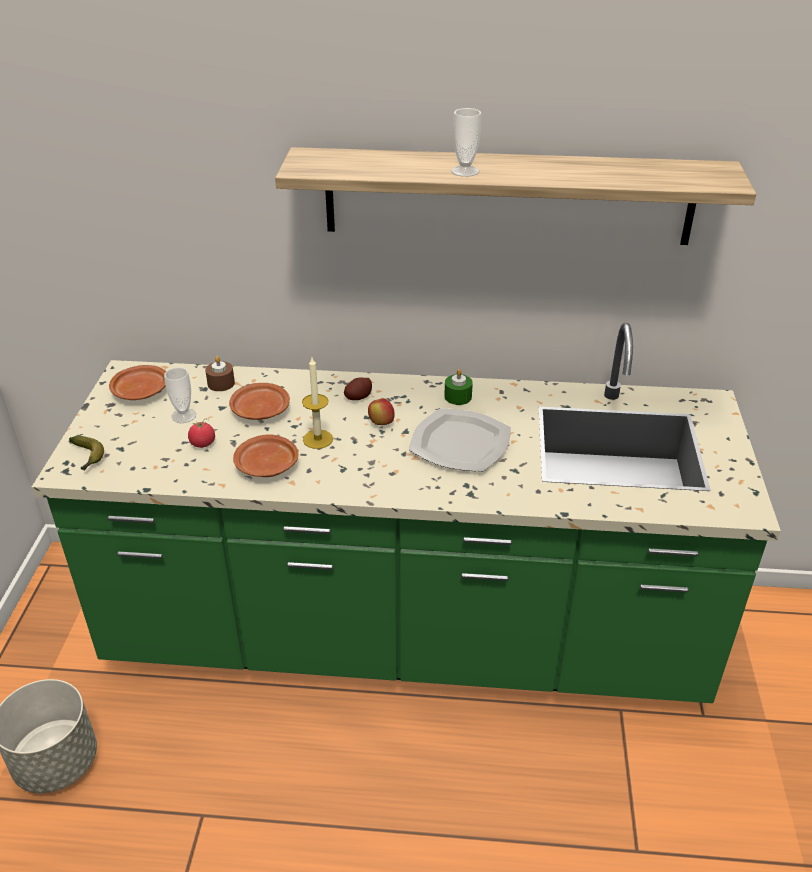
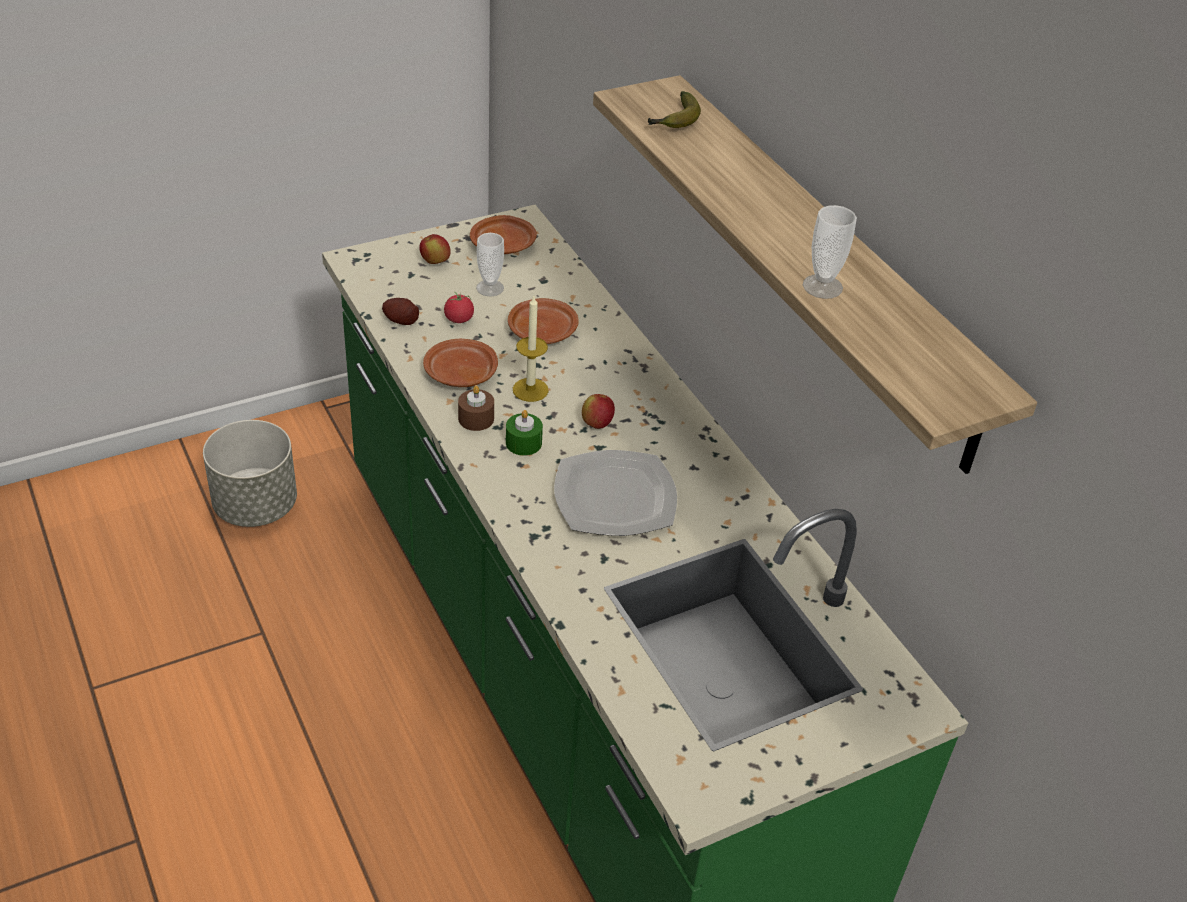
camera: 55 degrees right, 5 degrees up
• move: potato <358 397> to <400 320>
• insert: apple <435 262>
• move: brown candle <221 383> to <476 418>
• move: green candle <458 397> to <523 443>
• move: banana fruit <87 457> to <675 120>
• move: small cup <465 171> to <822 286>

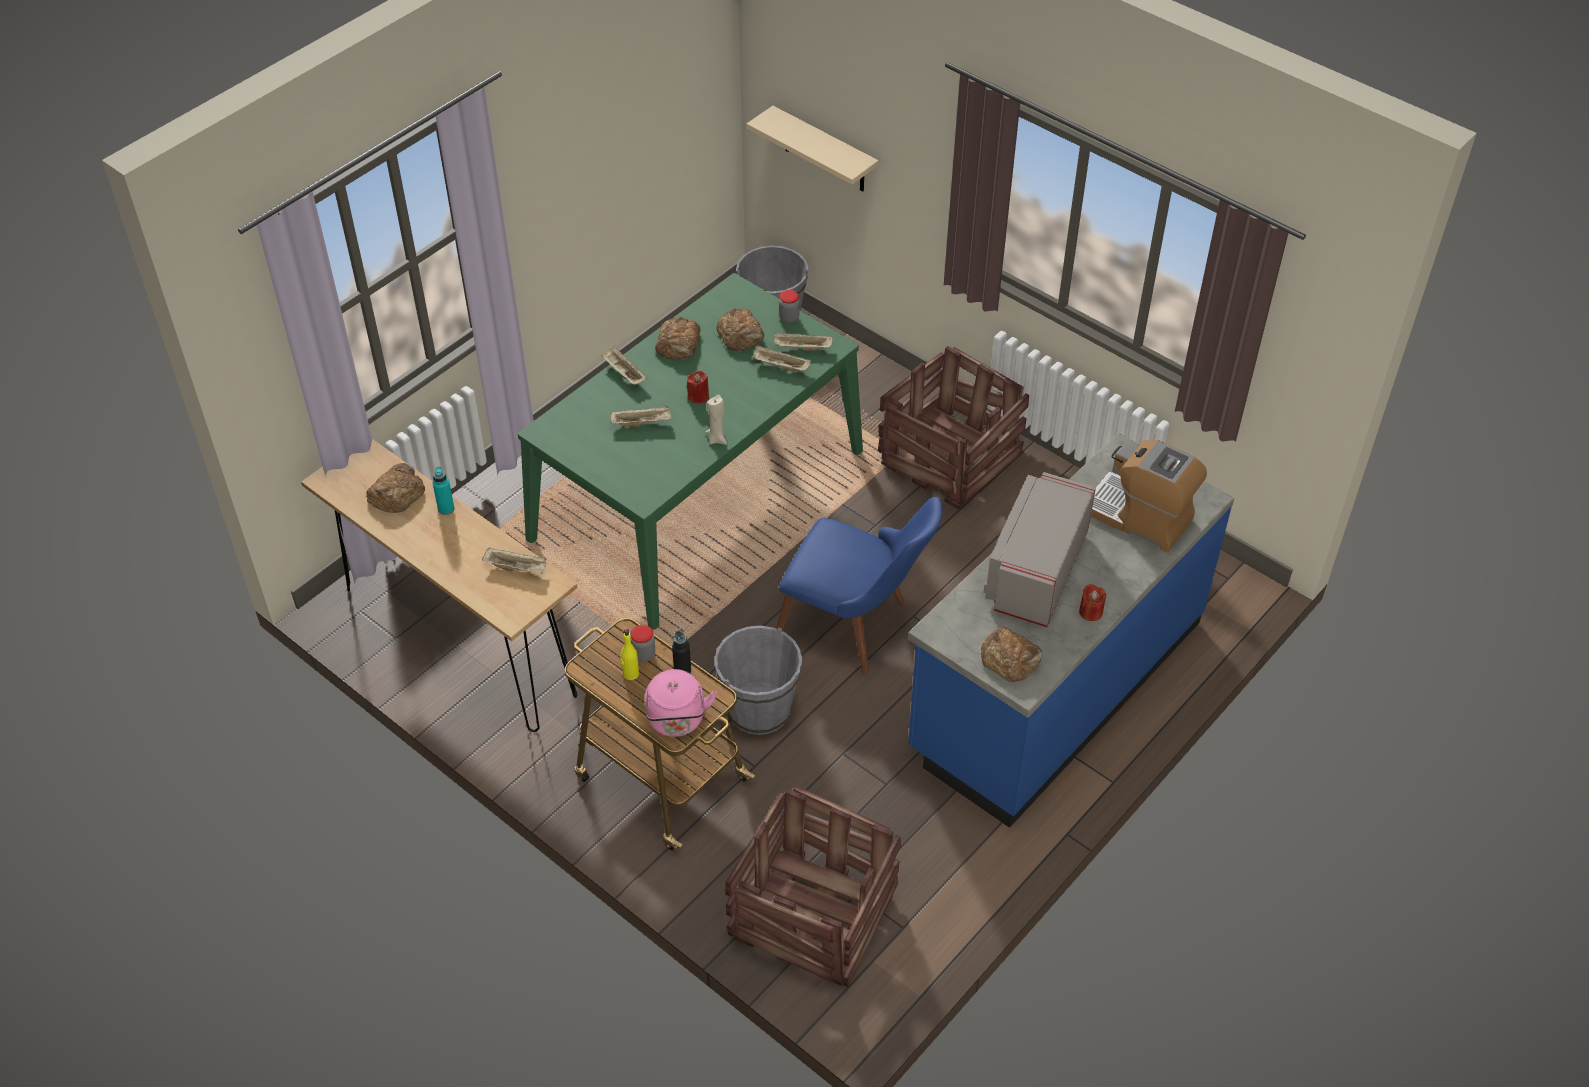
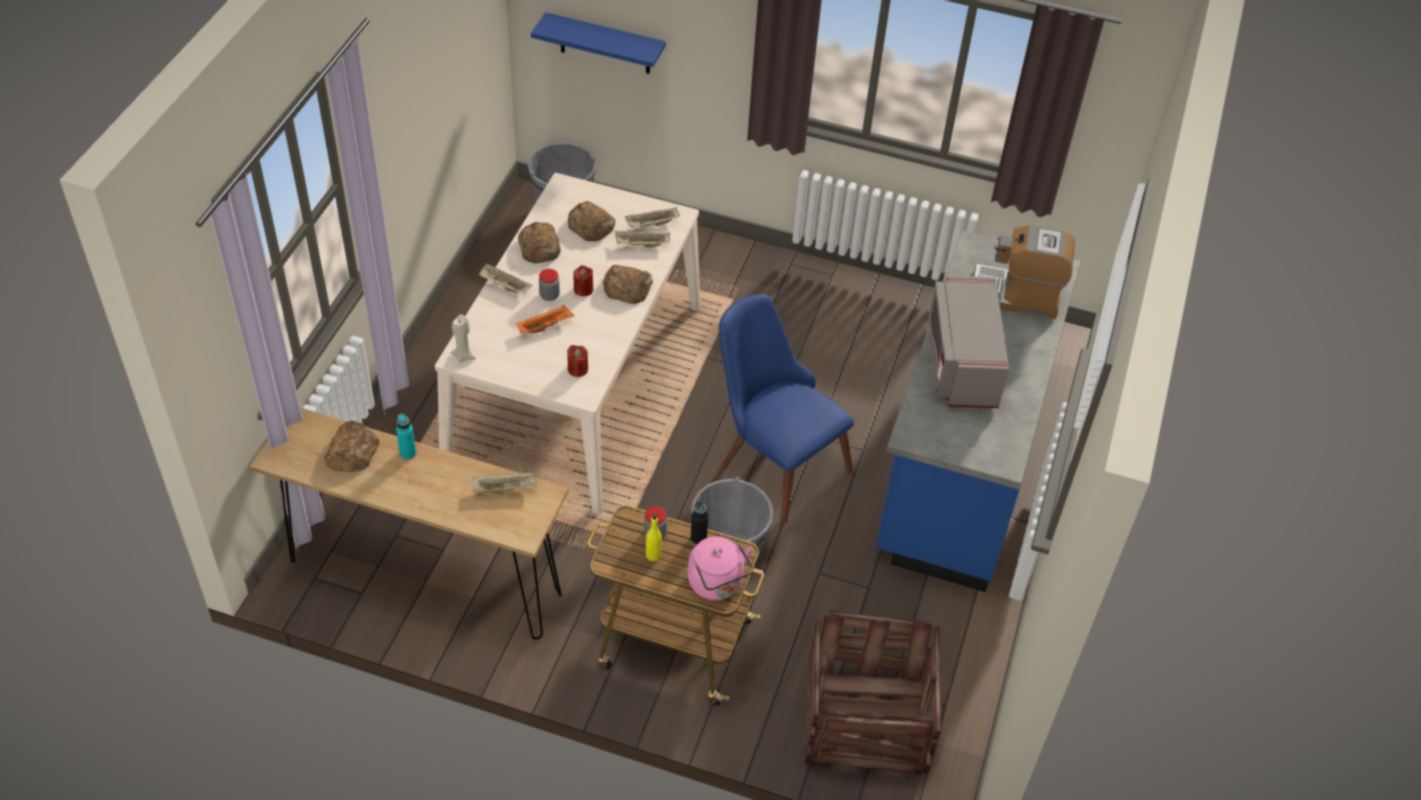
camera: 25 degrees left, 0 degrees up
• recolor: green dining table <697 494> to beige dining table <576 382>
• move: beige candle <717 438> to <464 356>
• recolor: beige carrying tray <642 423> to orangey carrying tray <545 326>
• recolor: beige bracket shelf <824 151> to blue bracket shelf <605 44>
• move: preserve jar <789 318> to <549 295>
• move: red candle <1090 612> to <577 369>
• move: bread <1010 658> to <627 287>
• rotate: blue chair <857 627> = <773 460> 135 degrees counterclockwise
• delete: packing crate <950 459>

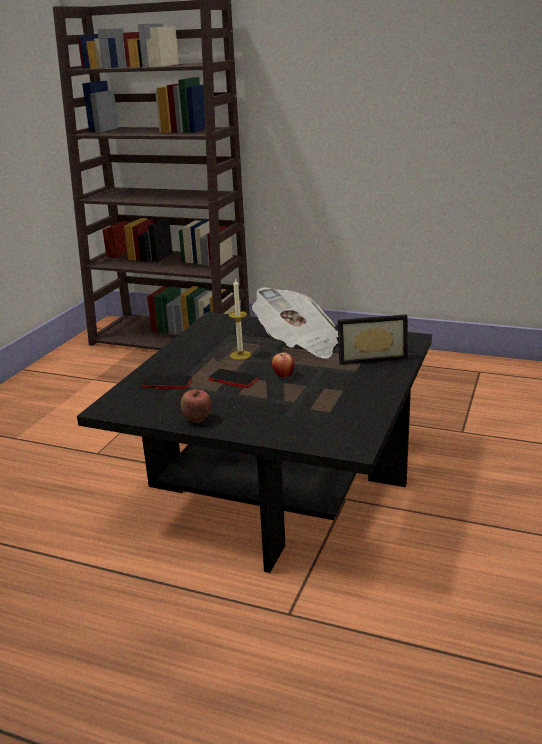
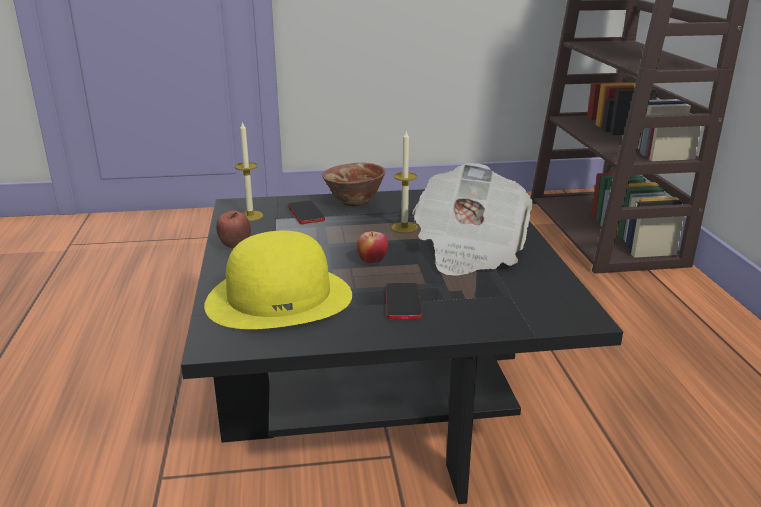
camera: 60 degrees right, 0 degrees up
• insert: yellow-coloured wearable hat <279 298>
• insert: candle <250 216>
• insert: bowl <354 202>
• move: handset <233 379> to <403 302>
• delete: standing frame <371 357>

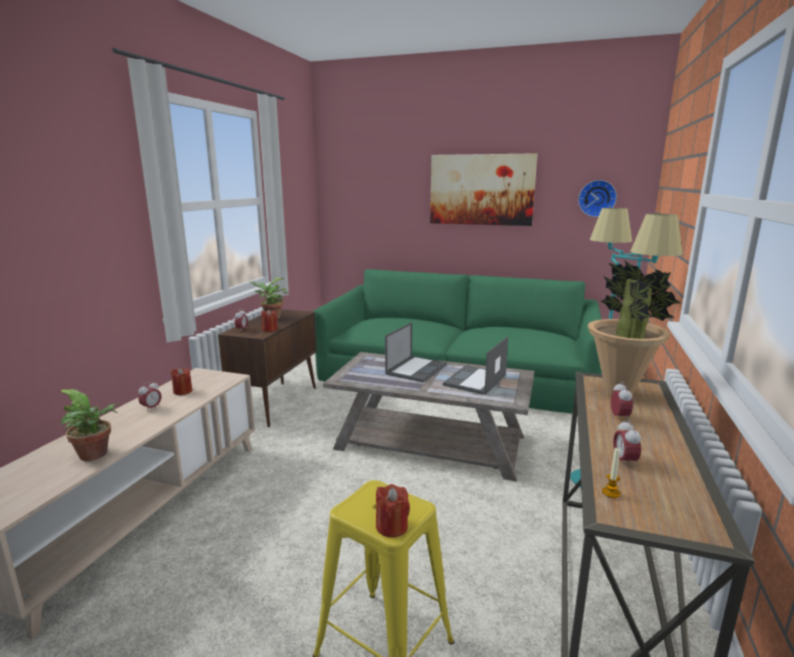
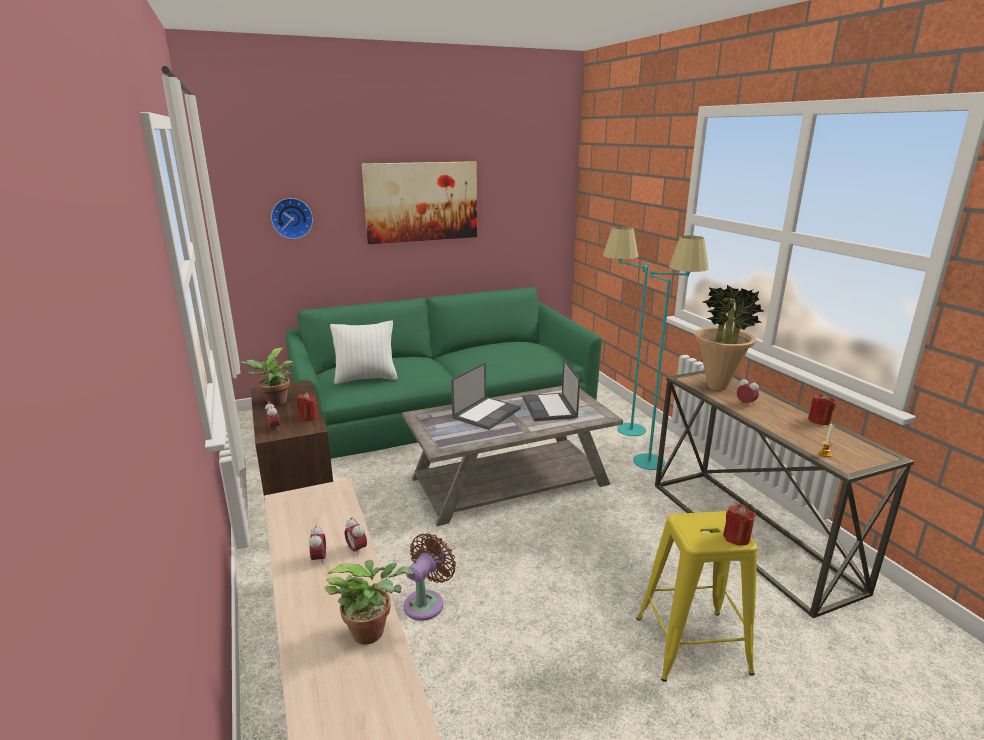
camera: 40 degrees left, 5 degrees up
• move: wall clock <597 198> to <291 218>
• insert: white throw pillow <366 378>
• move: bedside clock <624 462> to <356 550>
• insert: brown fan <426 602>
• rotate: laptop <416 369> = <487 413> 45 degrees clockwise
• move: red candle <183 391> to <819 420>

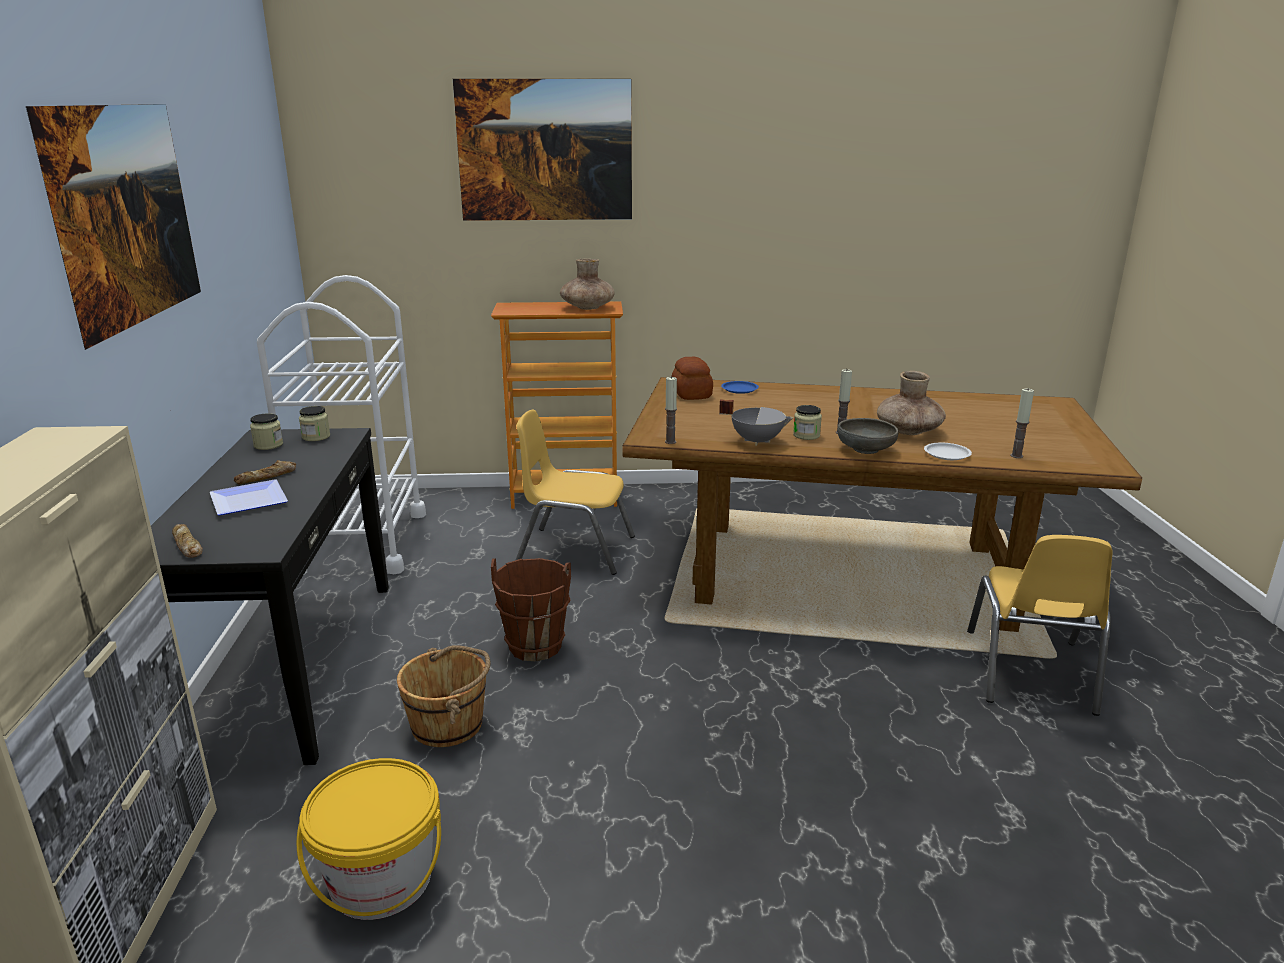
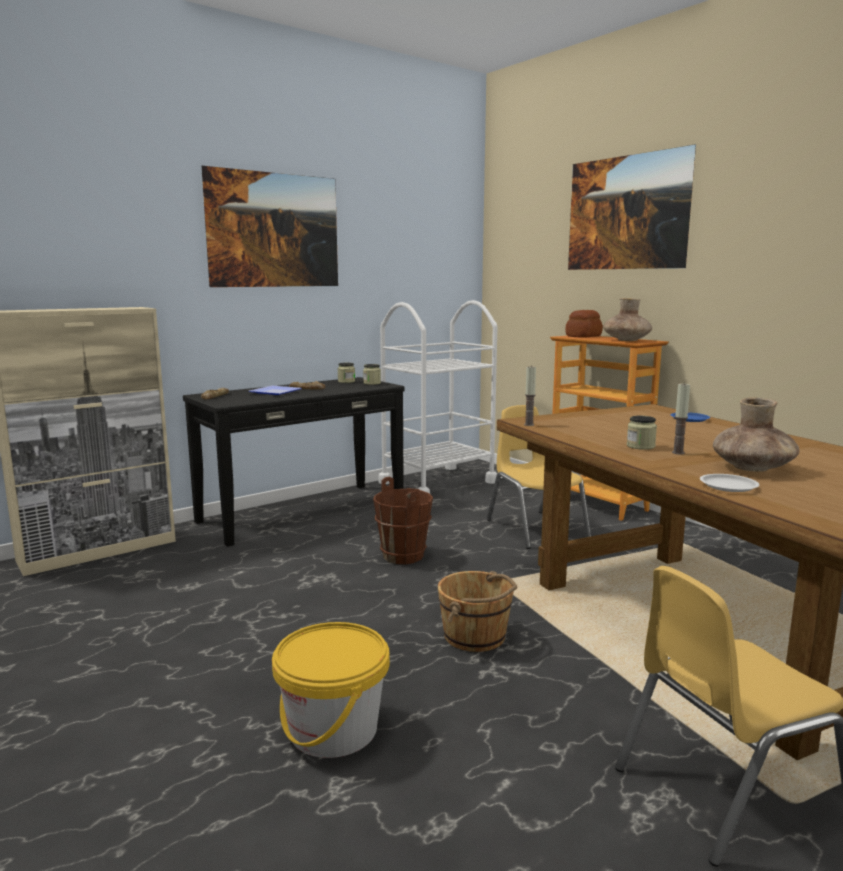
camera: 55 degrees right, 10 degrees down
• move: yellow-coloured bucket <381 880> to <333 729>
• move: brown bucket <449 724> to <476 636>
• move: bread <692 393> to <584 336>
• delete: greyish cooking pot <756 441>
• delete: greyish bowl <865 449>
• delete: candle <1016 456>

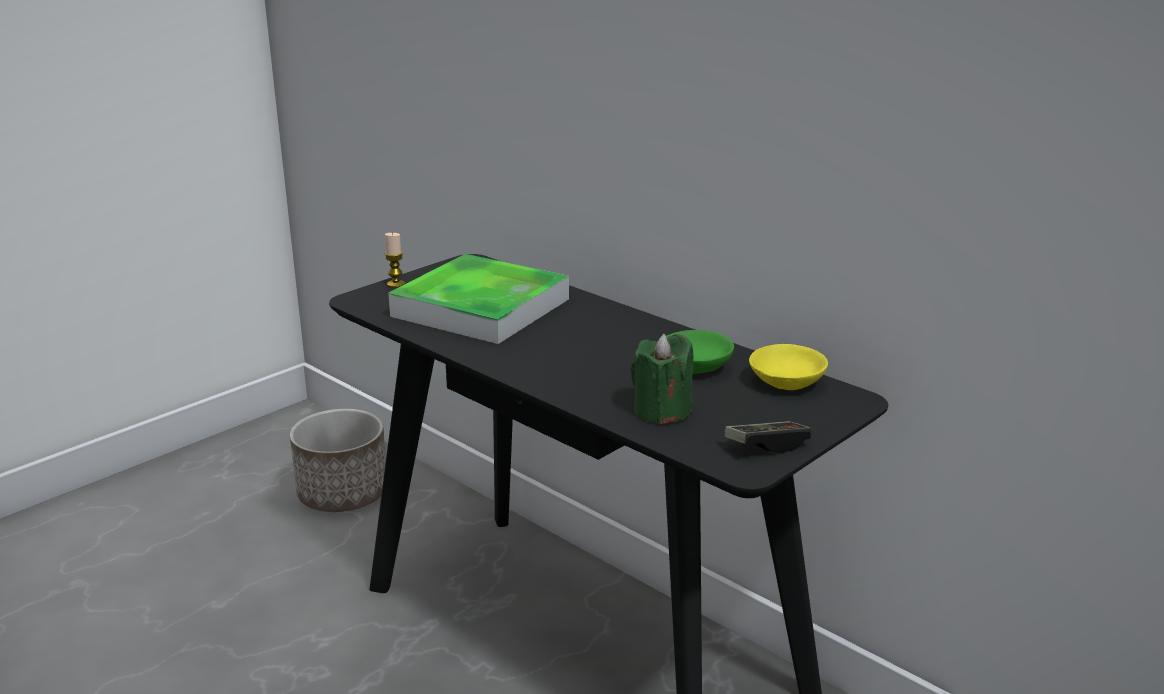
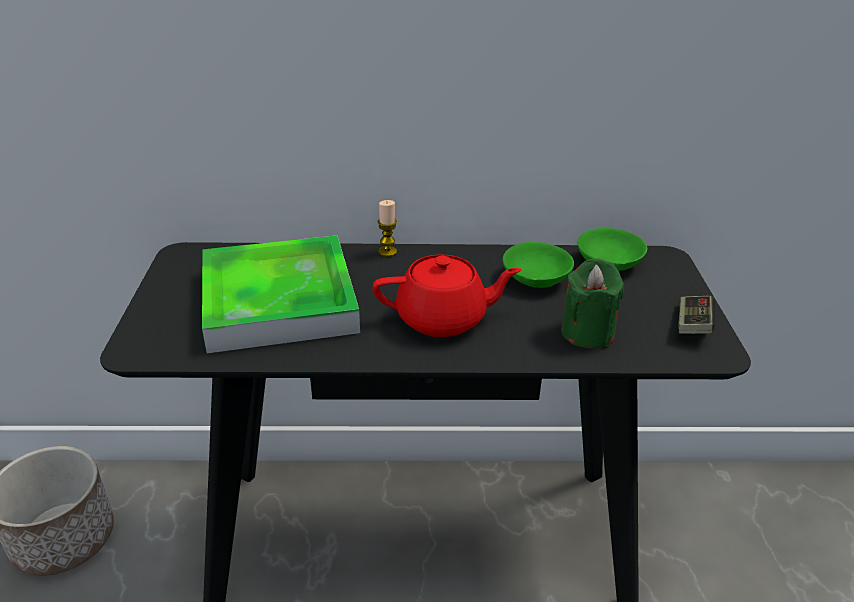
camera: 45 degrees left, 10 degrees up
• insert: red teapot <443 319>
• move: candle <396 284> to <387 252>
• recolor: yellow-coloured bowl <789 381> to green bowl <608 261>

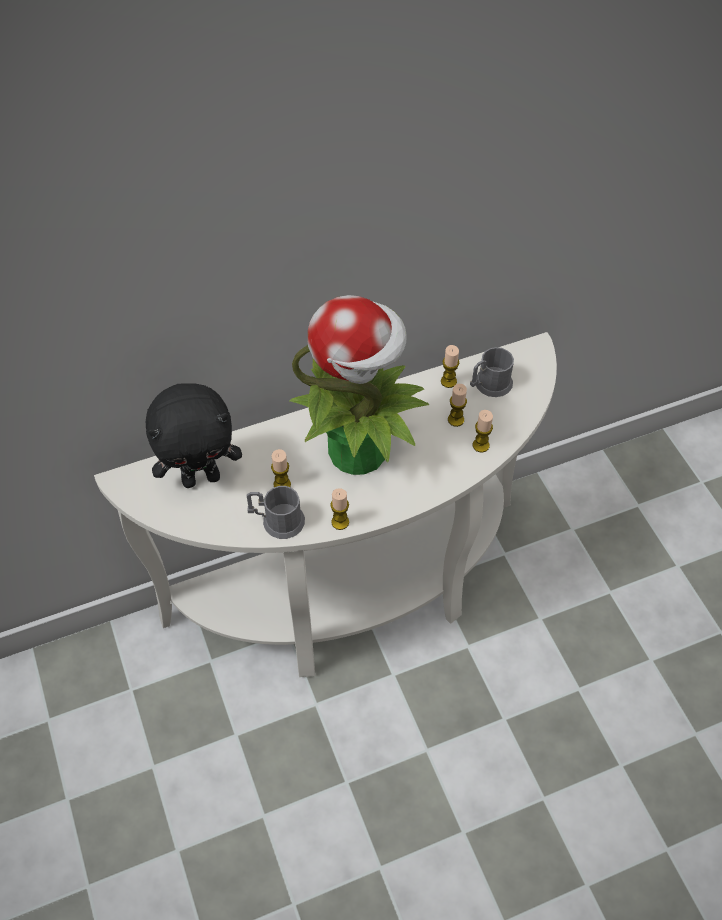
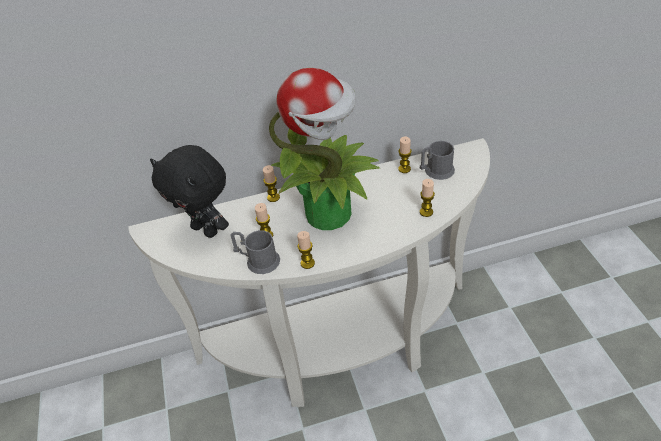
camera: 10 degrees right, 10 degrees down
• rotate: blackish soft toy <201 477> = <206 229> 45 degrees clockwise
• move: candle <455 420> to <273 197>

